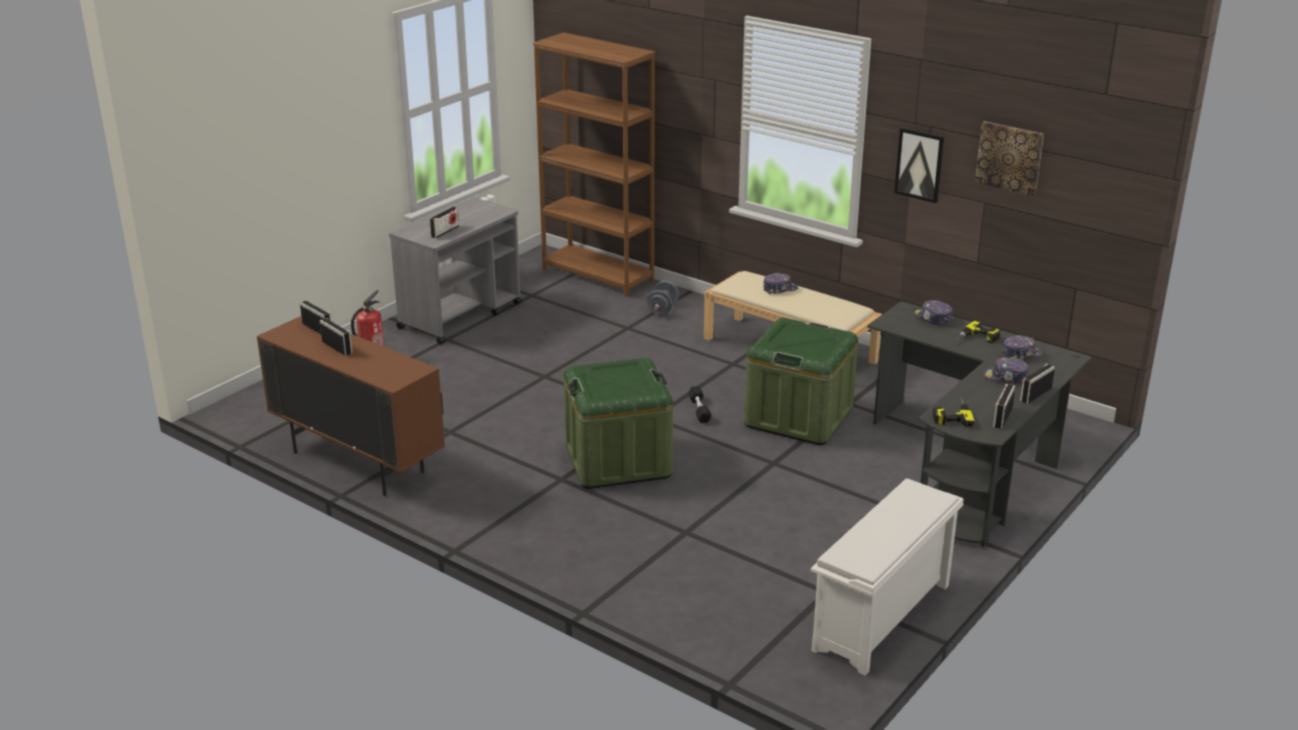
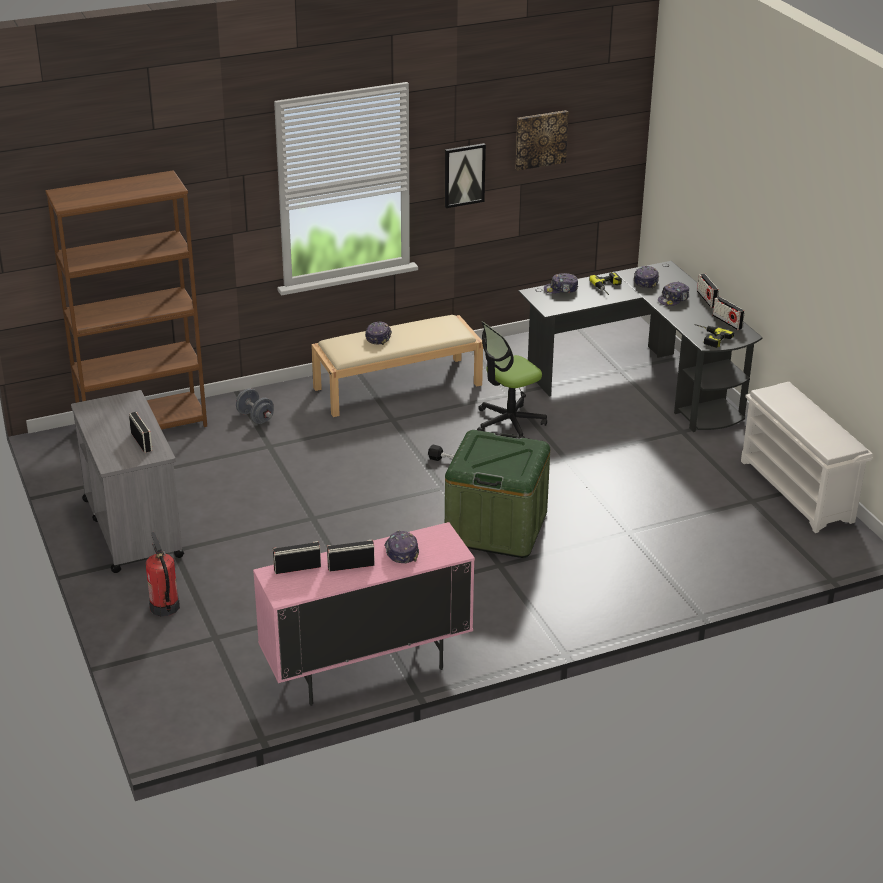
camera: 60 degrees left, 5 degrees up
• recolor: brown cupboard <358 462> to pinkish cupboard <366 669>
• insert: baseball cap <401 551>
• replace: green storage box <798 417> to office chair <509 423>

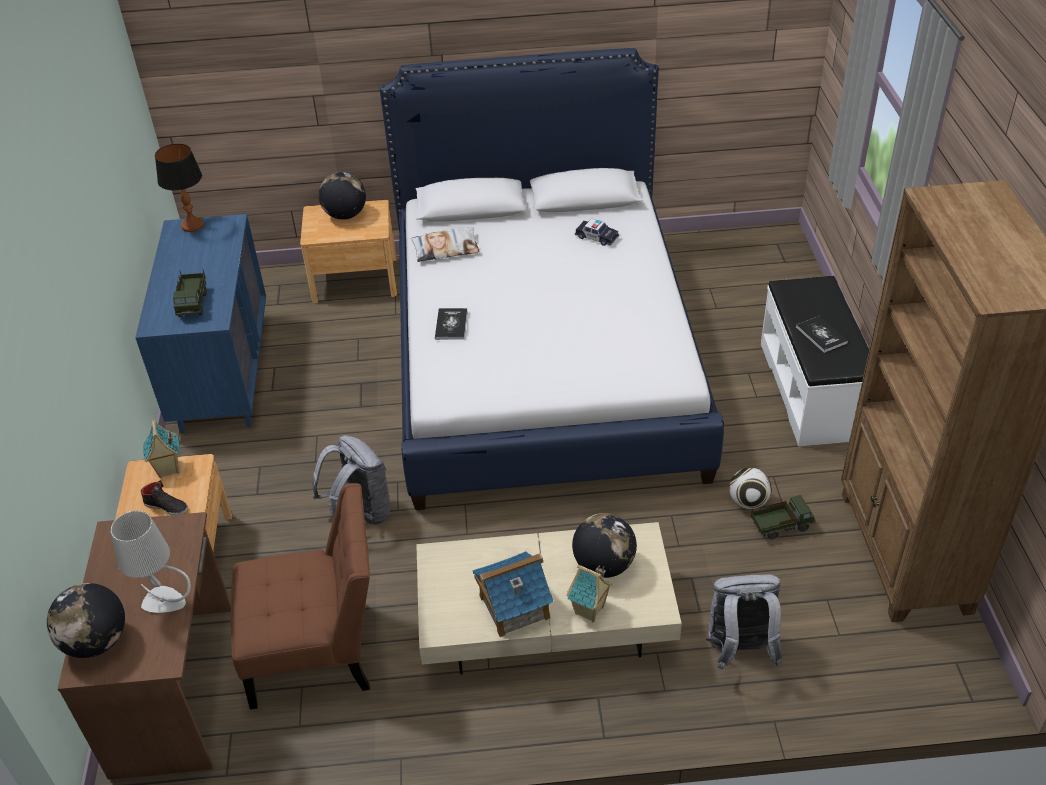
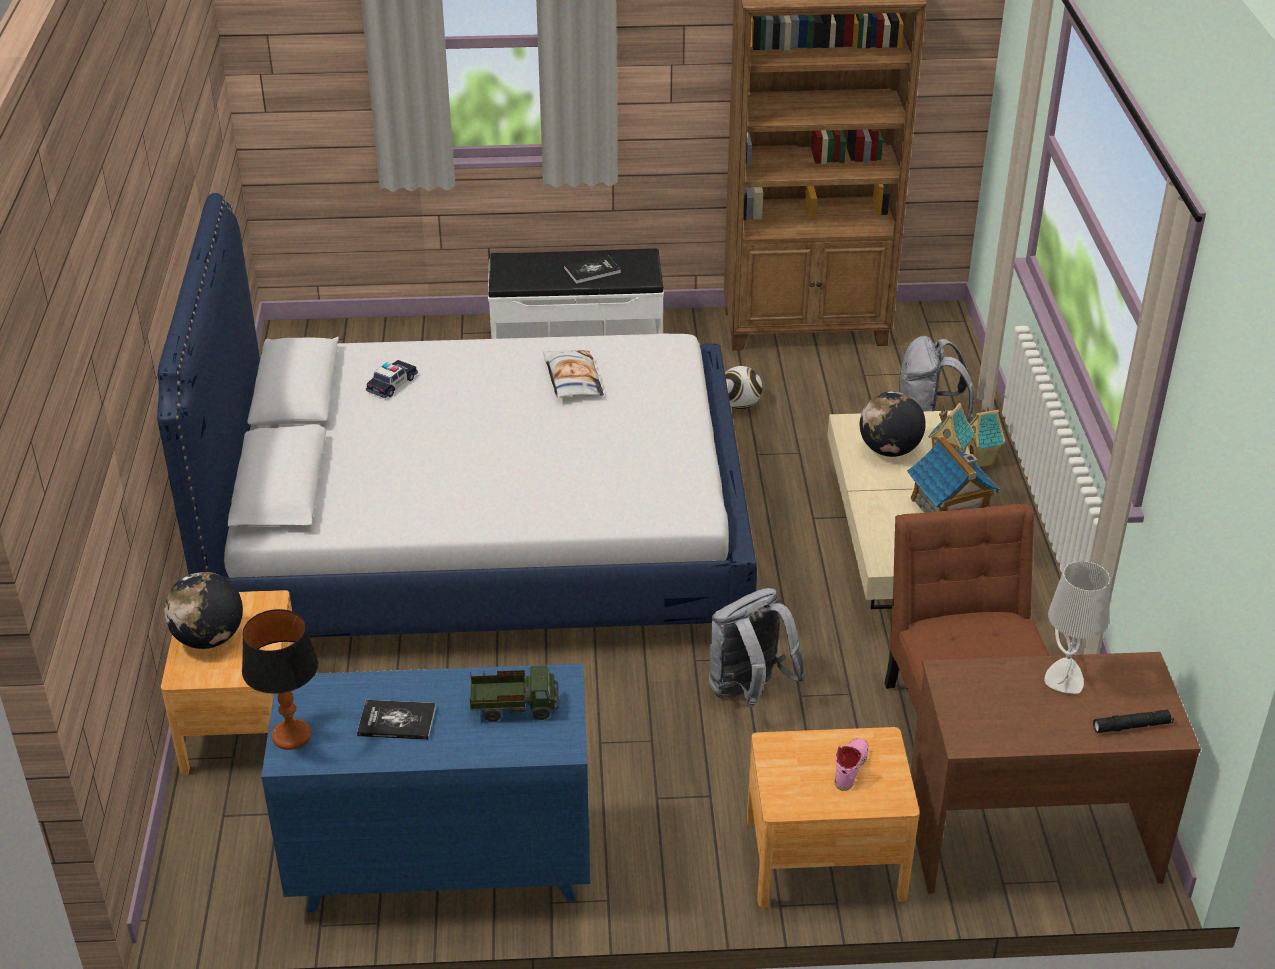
camera: 90 degrees left, 5 degrees down
• move: volume <451 325> to <397 721>
• move: throw pillow <446 249> to <572 379>
• recolor: blackish low shoe <166 506> to pinkish low shoe <850 766>
• move: miniature house <168 469> to <981 461>
• replace: world globe <96 642> to blackish flashlight <1132 726>
• delete: model truck <781 526>

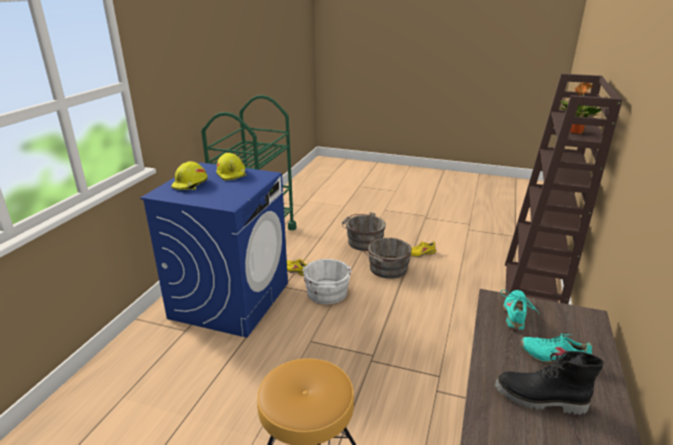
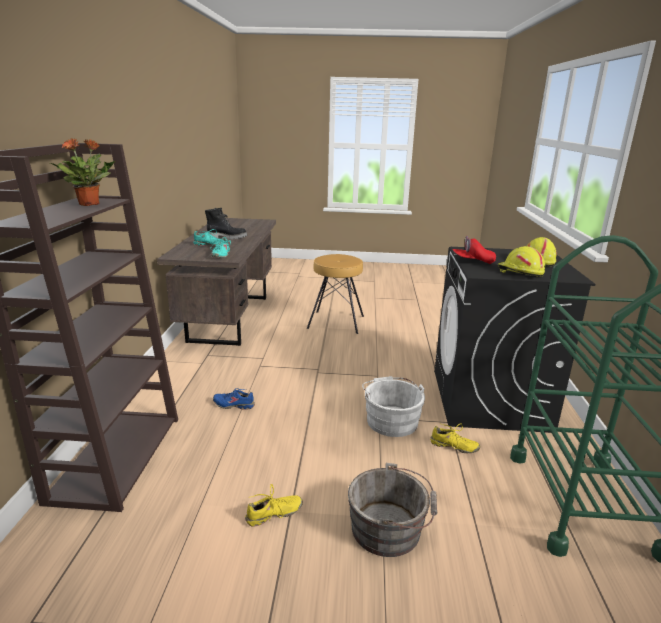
camera: 165 degrees right, 5 degrees down
• insert: blue low shoe <234 405>
• recolor: blue washing machine <230 300> to blackish washing machine <489 400>
• insert: red baseball cap <473 261>
• delete: greyish bucket <387 269>

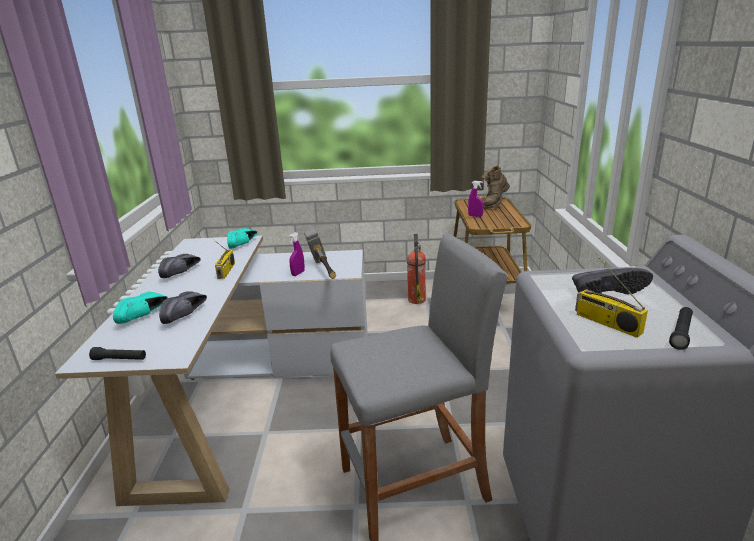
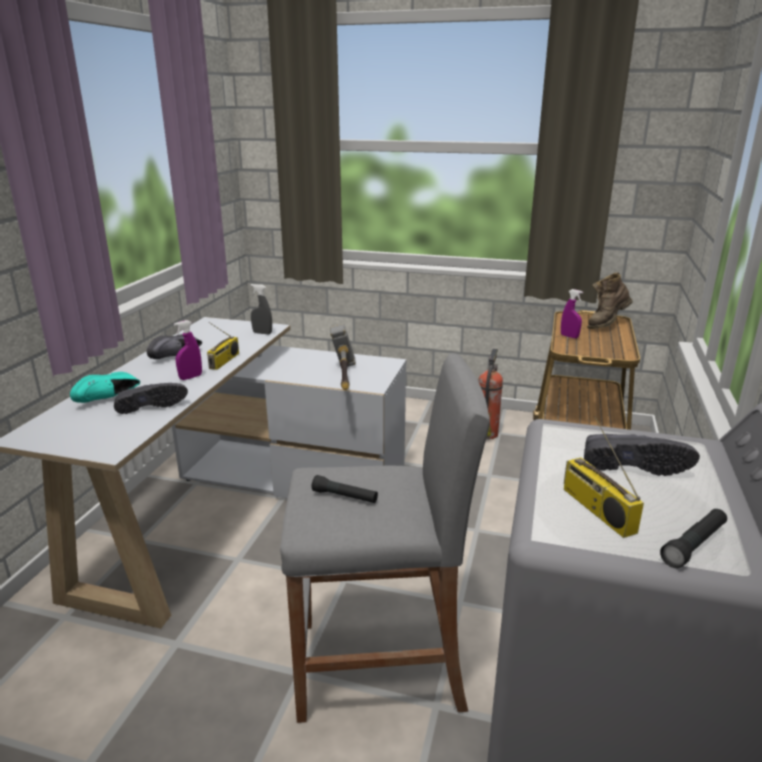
camera: 15 degrees right, 0 degrees up
• rotate: blackish low shoe <186 315> = <151 405> 135 degrees counterclockwise
• move: purplish spray bottle <298 273> to <190 377>
• replace: turquoise-coloured low shoe <244 245> to greyish spray bottle <262 333>
• move: blackish flashlight <119 359> to <345 496>

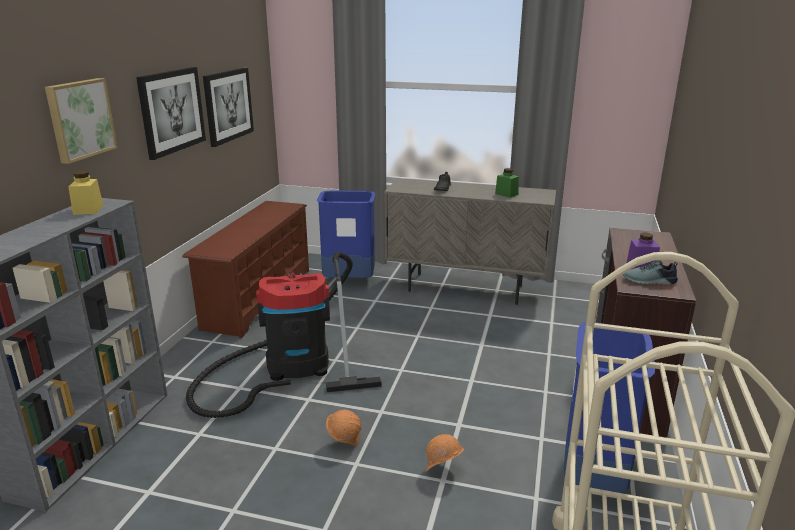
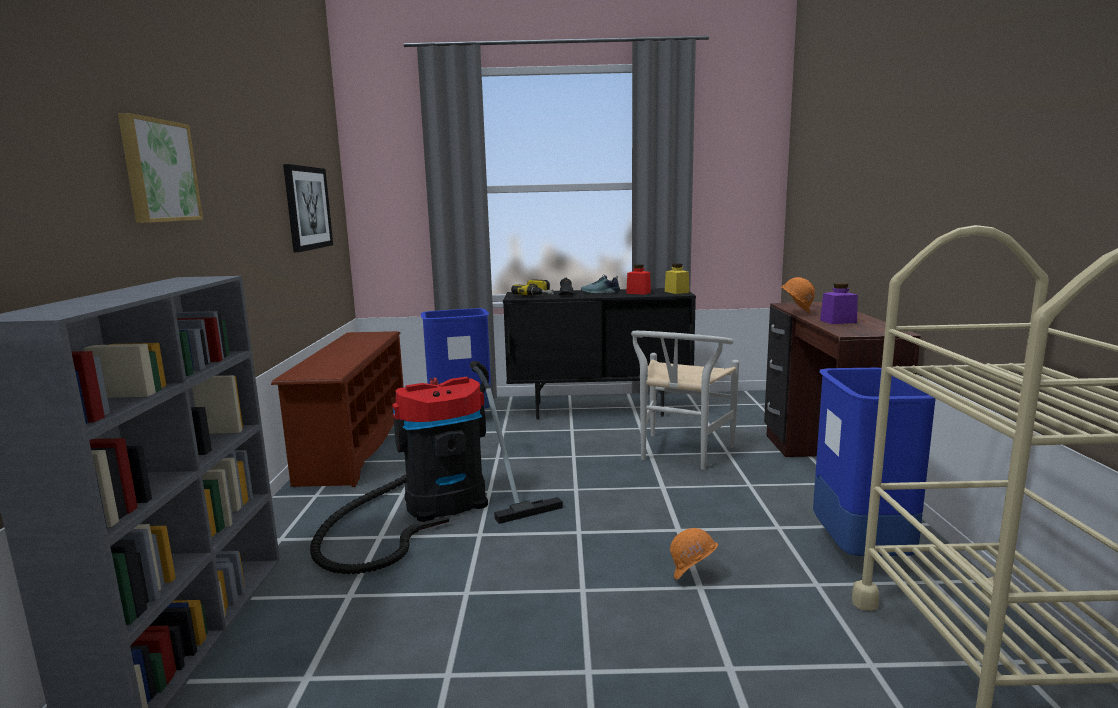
camera: 15 degrees left, 10 degrees down
• recolor: beige cupboard <466 289> to blackish cupboard <599 409>
• insert: electric drill <539 295>
• move: low shoe <649 281> to <600 293>
• recolor: green preserve jar <506 194> to red preserve jar <638 293>
• insert: white chair <680 454>
• move: yellow-coloured preserve jar <88 209> to <676 292>
• move: orangey hard hat <345 441> to <795 313>
• delete: wall art <171 111>

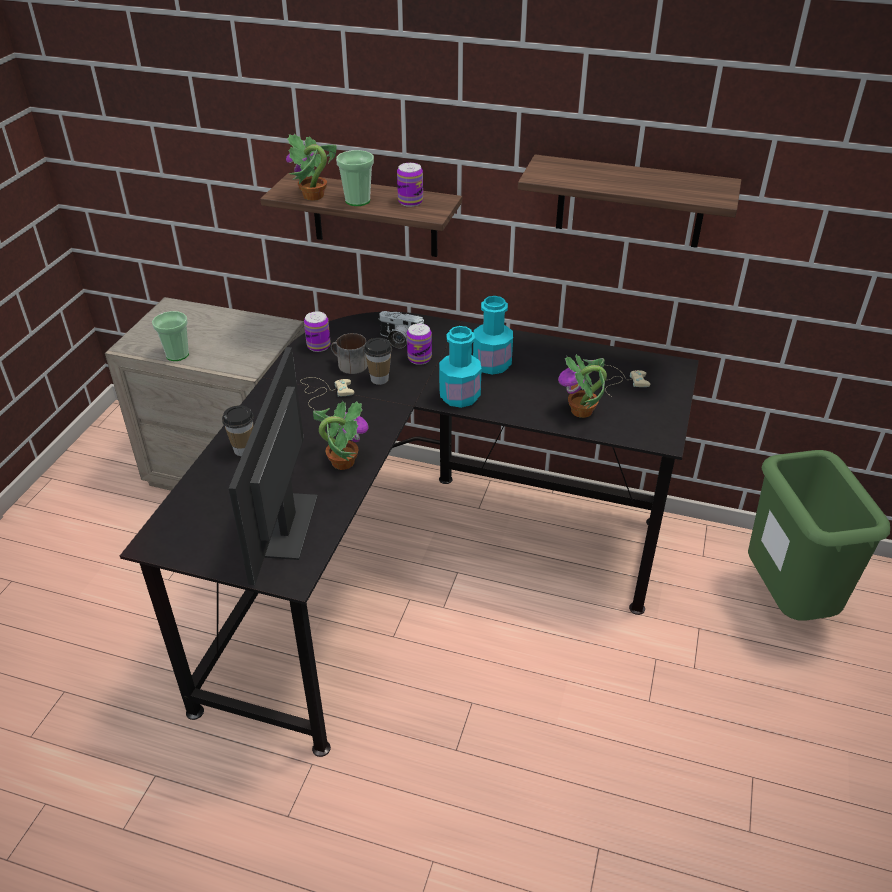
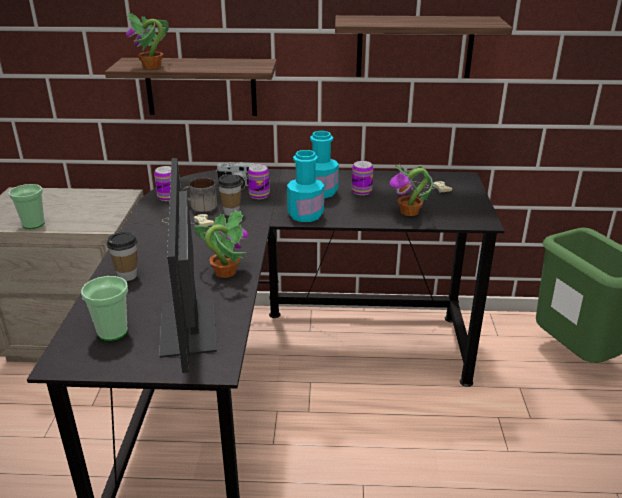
camera: 15 degrees left, 10 degrees down
• move: small cup <357 201> to <112 332>
• move: metal can <410 201> to <361 191>

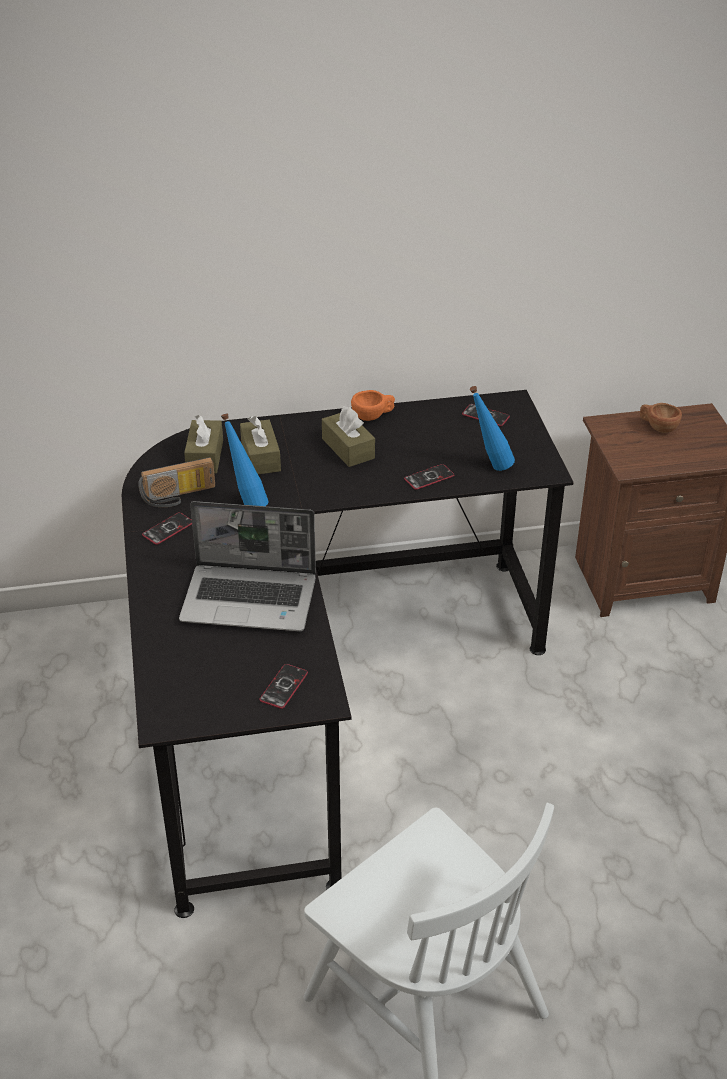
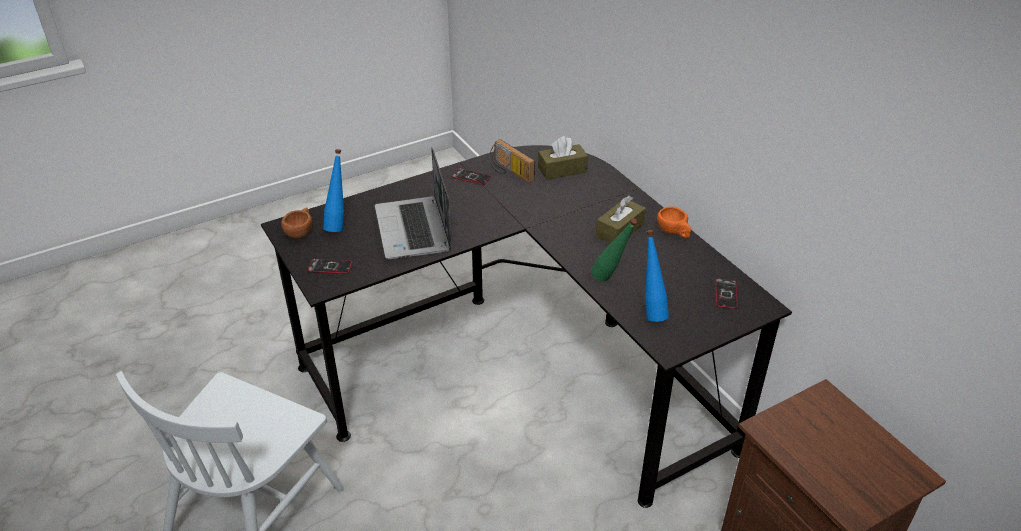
camera: 70 degrees right, 0 degrees up
• move: brown small cup <657 427> to <301 232>
• move: blue bottle <246 503> to <339 225>
• replace: handset <429 477> to green bottle <610 281>
• delete: brown box of tissues <260 457>

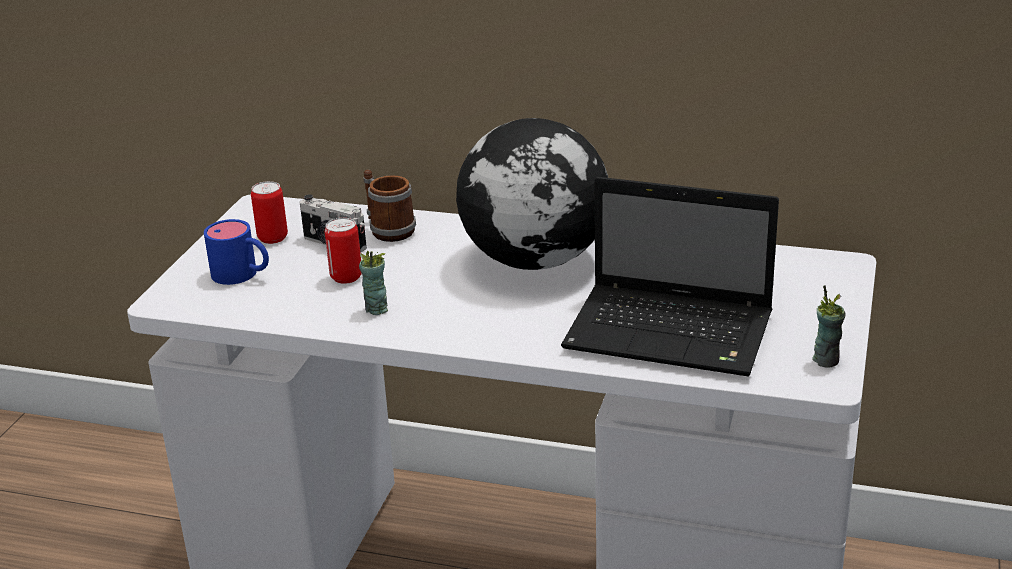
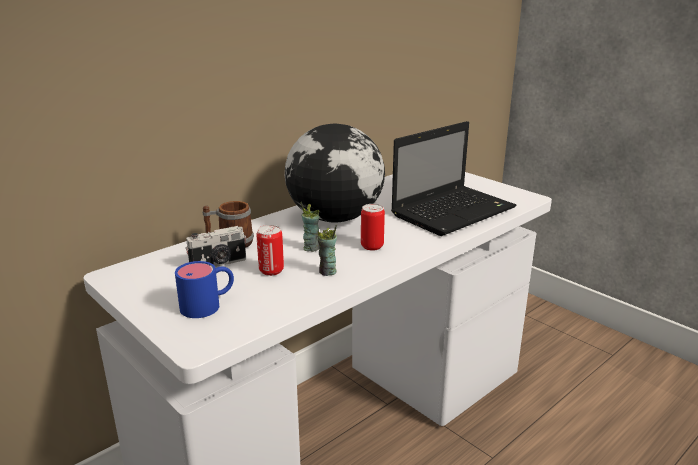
camera: 60 degrees left, 5 degrees down
• move: small cup <826 360> to <311 248>
• move: metal can <272 238> to <372 246>

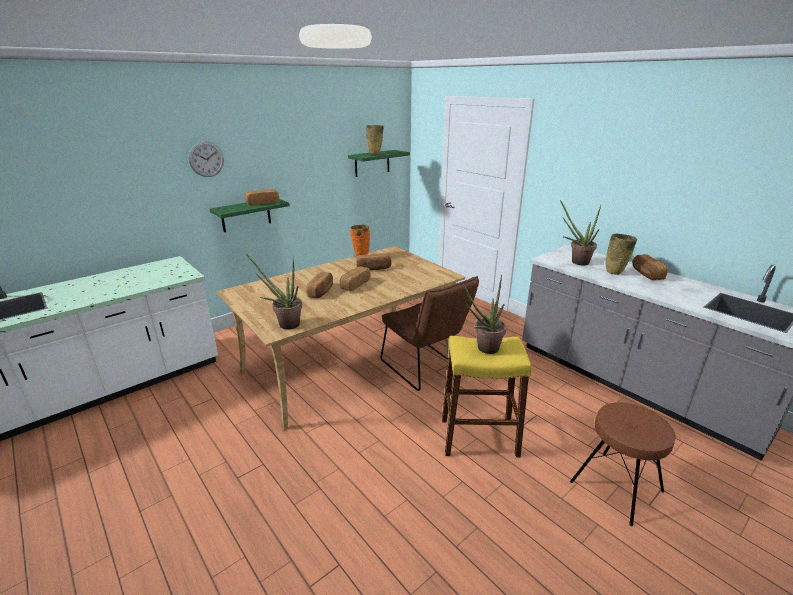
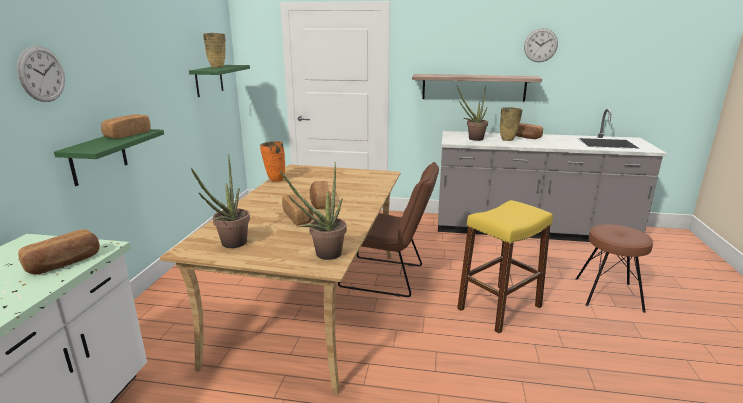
camera: 40 degrees left, 5 degrees down
• move: bread <373 268> to <64 263>
• move: houseplant <484 349> to <230 245>
• insert: bracket shelf <473 87>
• insert: wall clock <540 45>

